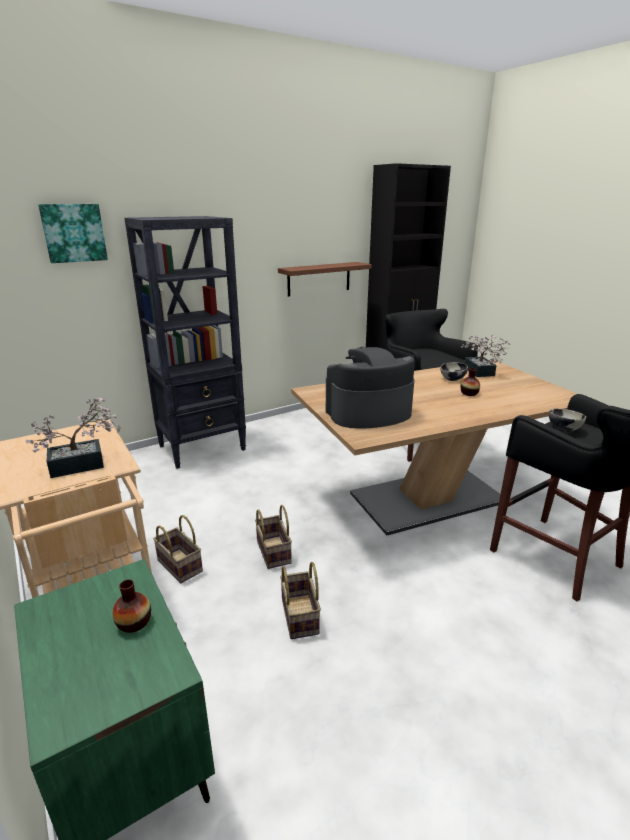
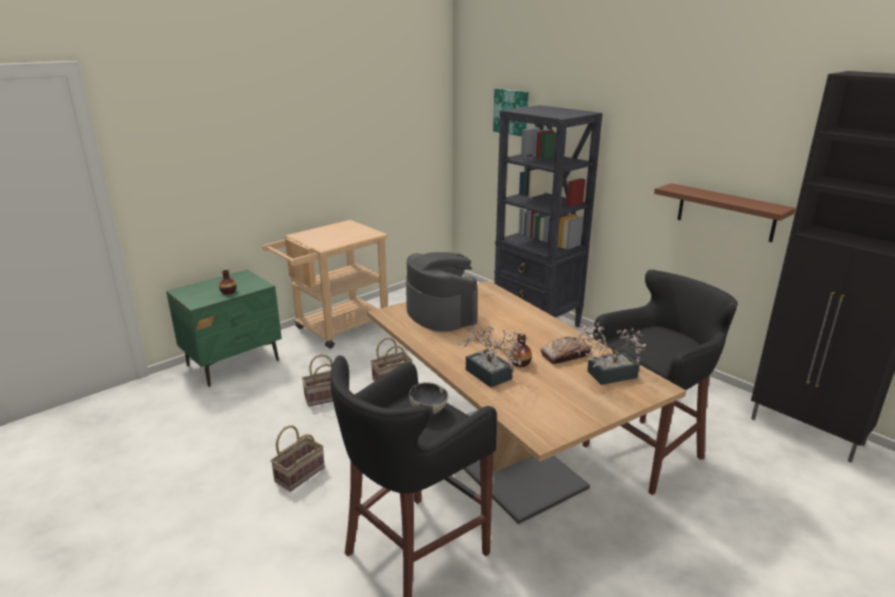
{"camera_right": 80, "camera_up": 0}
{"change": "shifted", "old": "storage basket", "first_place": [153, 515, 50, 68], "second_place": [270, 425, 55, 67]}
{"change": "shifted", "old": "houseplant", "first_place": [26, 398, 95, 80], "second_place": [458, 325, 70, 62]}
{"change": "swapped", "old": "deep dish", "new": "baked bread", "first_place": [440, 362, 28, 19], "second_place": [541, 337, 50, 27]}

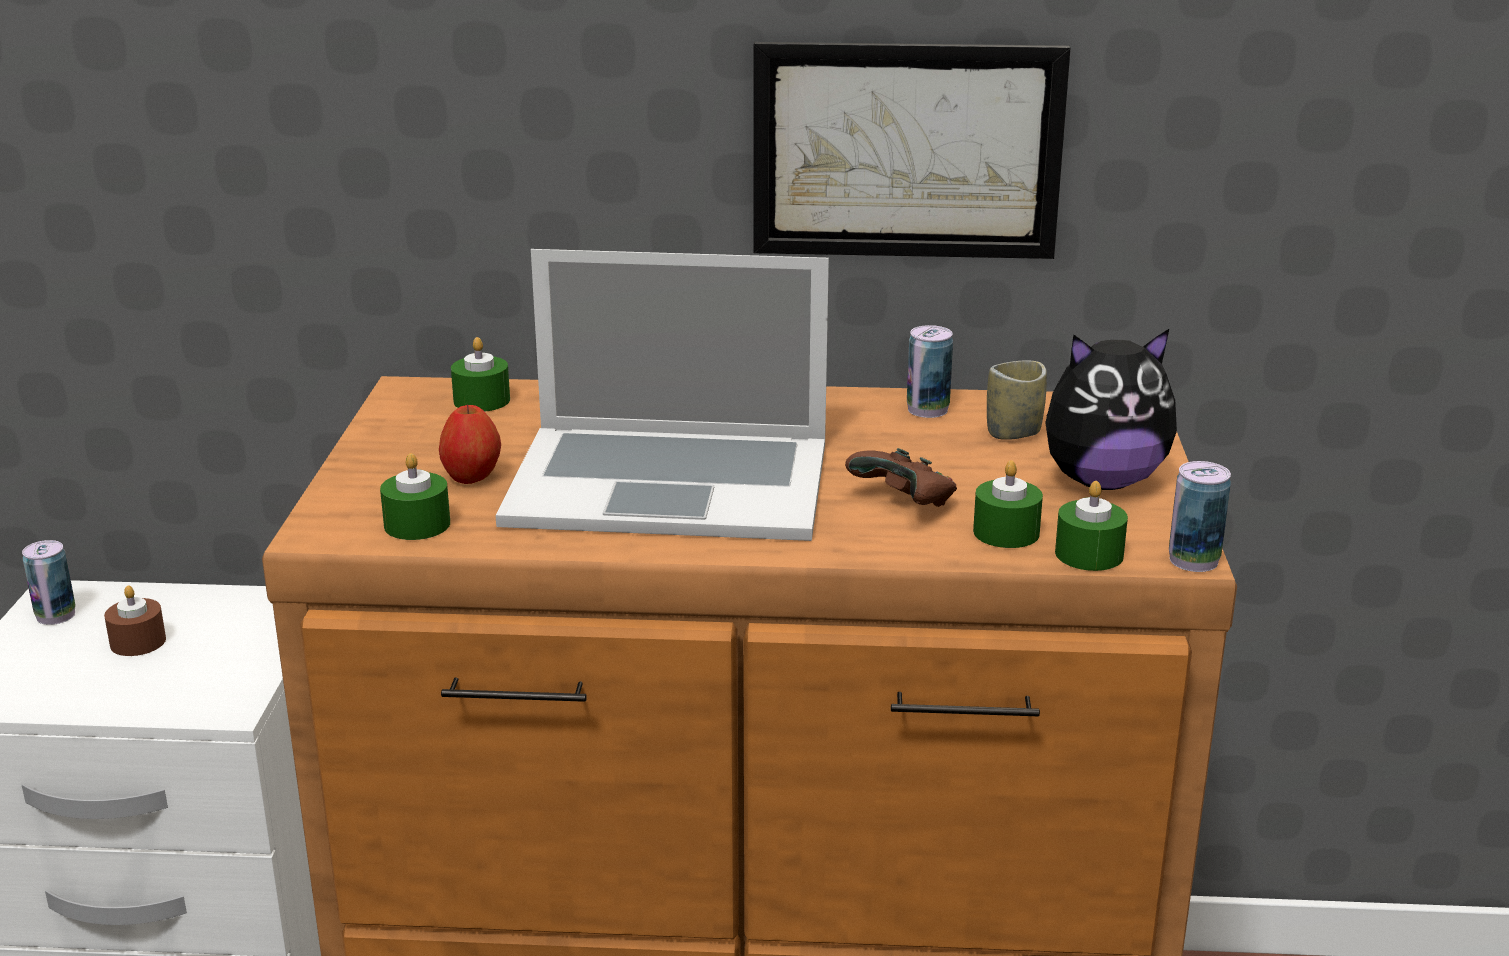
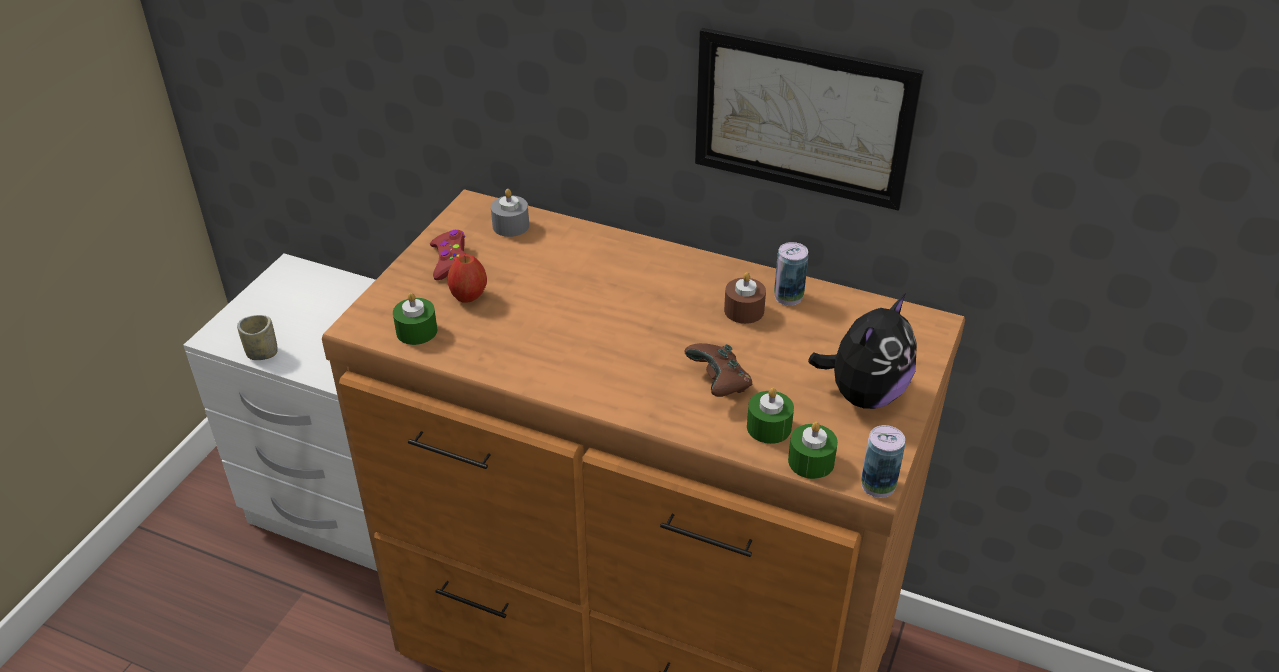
{"camera_right": 20, "camera_up": 15}
{"change": "shifted", "old": "cup", "first_place": [987, 361, 60, 79], "second_place": [237, 315, 41, 45]}
{"change": "new", "new": "reddish gamepad", "second_place": [430, 230, 35, 50]}
{"change": "repainted", "old": "green-coloured wax candle", "new": "grey wax candle", "first_place": [451, 337, 59, 75], "second_place": [491, 189, 38, 48]}
{"change": "shifted", "old": "brown wax candle", "first_place": [104, 585, 62, 71], "second_place": [724, 272, 42, 52]}
{"change": "rotated", "old": "cuddly toy", "first_place": [1045, 329, 132, 161], "second_place": [808, 293, 109, 116], "degrees": -60}
{"change": "gone", "old": "sealed can", "first_place": [22, 540, 53, 85]}
{"change": "gone", "old": "laptop", "first_place": [496, 249, 333, 292]}

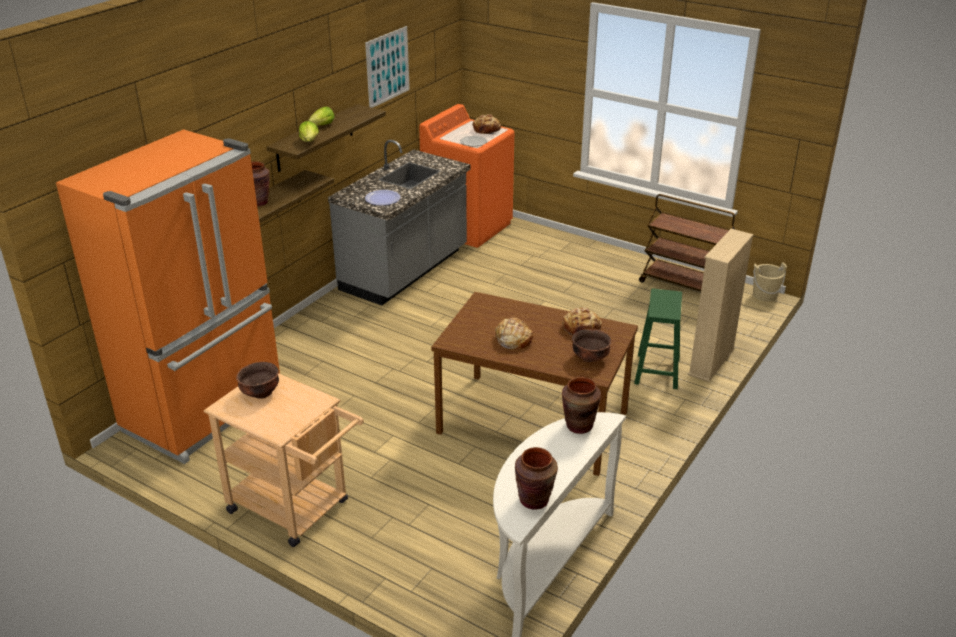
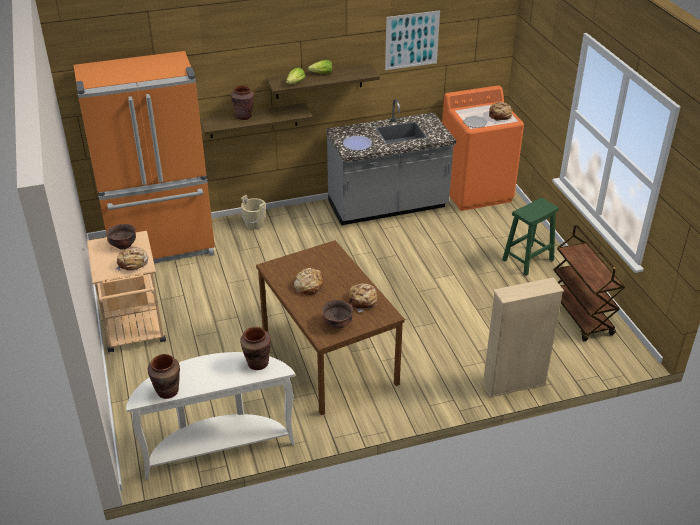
{"camera_right": 40, "camera_up": 5}
{"change": "new", "new": "baked bread", "second_place": [115, 247, 34, 24]}
{"change": "shifted", "old": "beige-coloured water bucket", "first_place": [753, 262, 34, 40], "second_place": [241, 195, 25, 35]}
{"change": "shifted", "old": "green-coloured stool seat", "first_place": [634, 289, 48, 100], "second_place": [502, 198, 57, 78]}

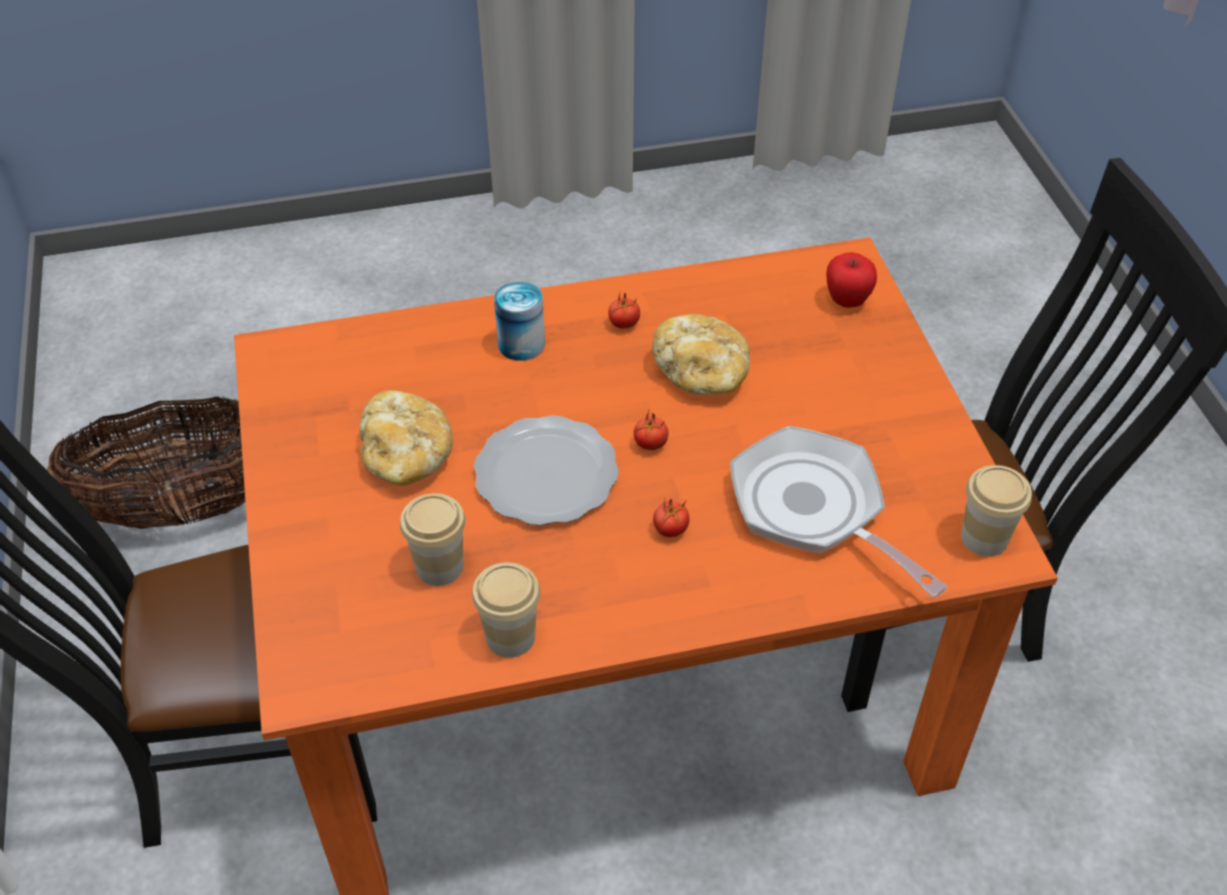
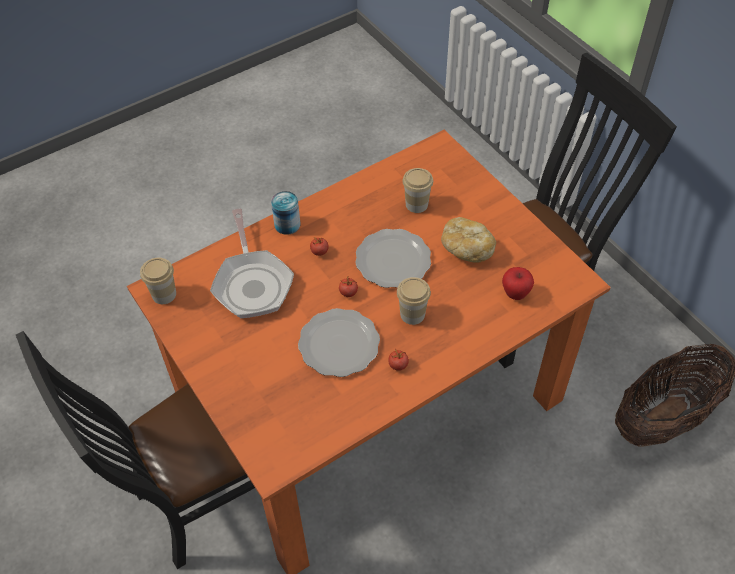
{"camera_right": 160, "camera_up": 5}
{"change": "rotated", "old": "skillet", "first_place": [730, 426, 217, 171], "second_place": [210, 209, 84, 109], "degrees": 45}
{"change": "shifted", "old": "sealed can", "first_place": [494, 282, 51, 79], "second_place": [271, 191, 29, 44]}
{"change": "swapped", "old": "baked bread", "new": "flat dish", "first_place": [652, 314, 98, 81], "second_place": [298, 308, 82, 69]}
{"change": "shifted", "old": "cup", "first_place": [472, 562, 68, 96], "second_place": [397, 277, 34, 48]}
{"change": "shifted", "old": "apple", "first_place": [826, 252, 51, 56], "second_place": [502, 267, 32, 33]}

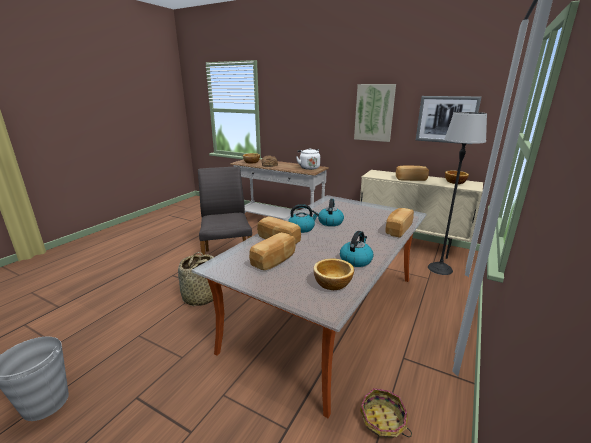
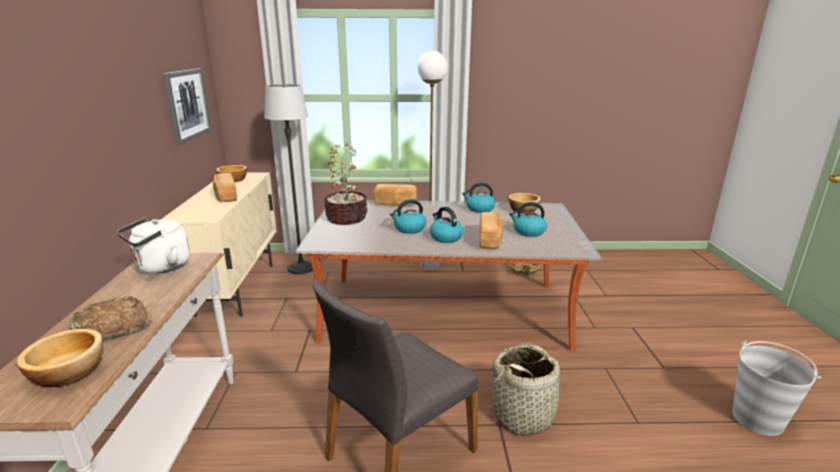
{"camera_right": -120, "camera_up": 0}
{"change": "new", "new": "houseplant", "second_place": [324, 143, 44, 82]}
{"change": "new", "new": "white-coloured floor lamp", "second_place": [417, 51, 30, 219]}
{"change": "swapped", "old": "baked bread", "new": "tea kettle", "first_place": [249, 232, 47, 38], "second_place": [509, 202, 38, 35]}
{"change": "gone", "old": "picture", "first_place": [354, 84, 42, 58]}

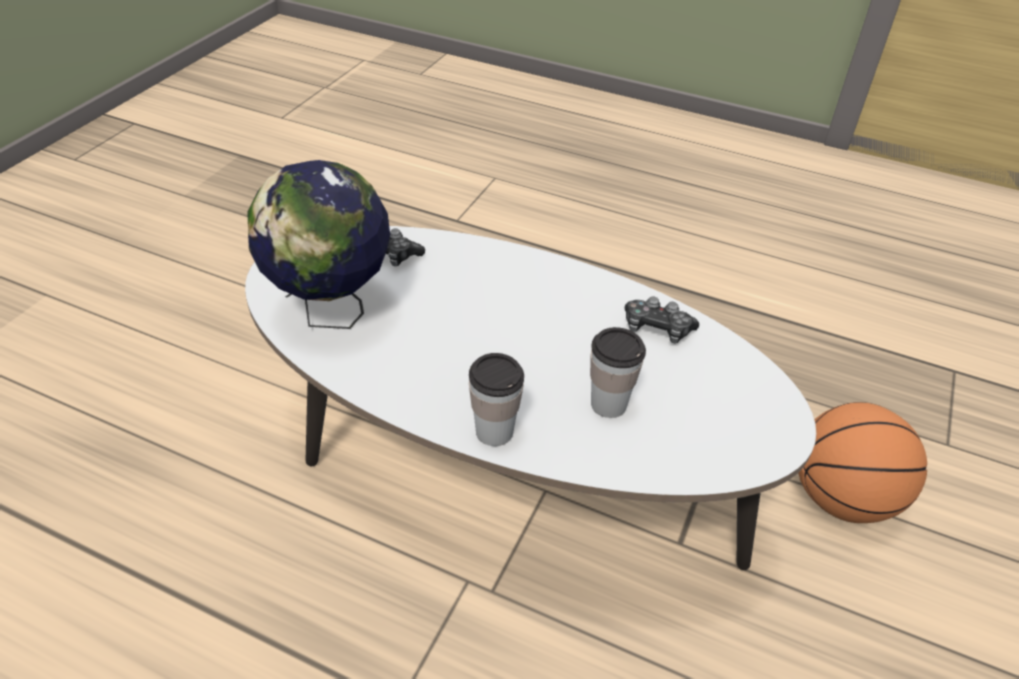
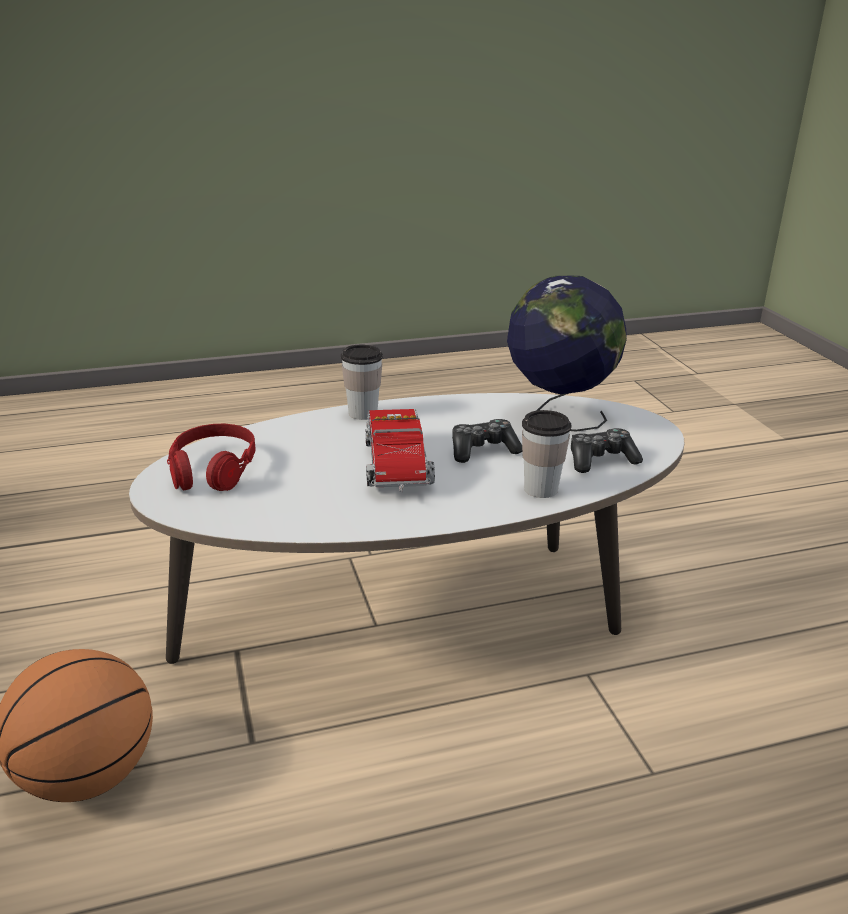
{"camera_right": 140, "camera_up": -15}
{"change": "new", "new": "reddish pair of headphones", "second_place": [167, 424, 89, 67]}
{"change": "new", "new": "toy truck", "second_place": [366, 409, 69, 83]}
{"change": "shifted", "old": "gamepad", "first_place": [625, 296, 74, 47], "second_place": [452, 419, 70, 44]}
{"change": "shifted", "old": "cup", "first_place": [590, 327, 56, 91], "second_place": [522, 410, 50, 88]}

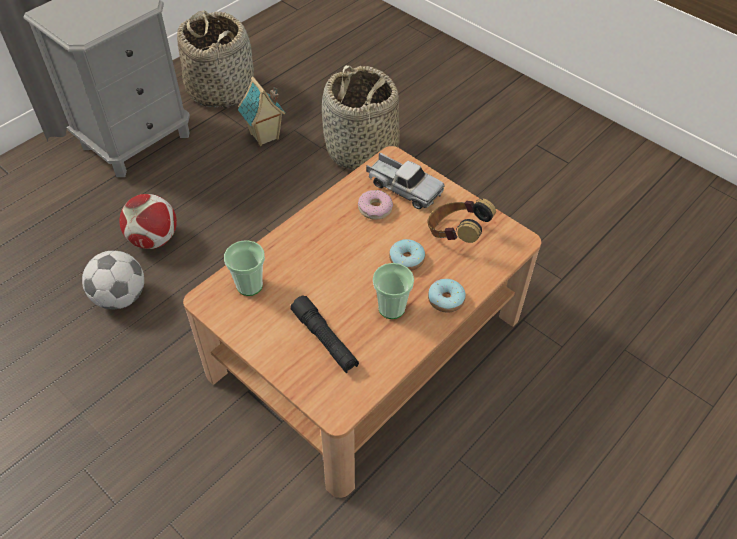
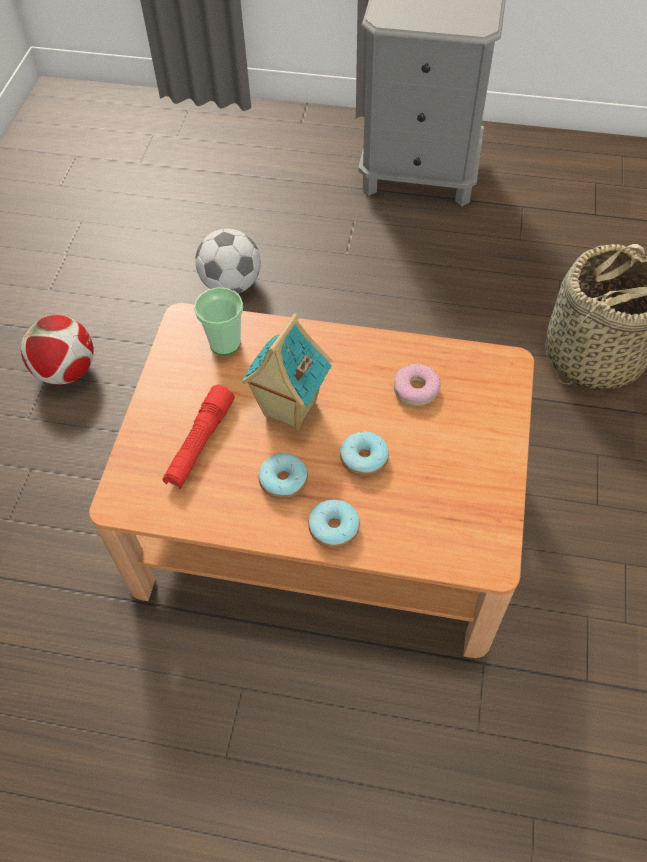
{"camera_right": 60, "camera_up": 5}
{"change": "shifted", "old": "football ball", "first_place": [119, 194, 58, 55], "second_place": [21, 315, 73, 70]}
{"change": "repainted", "old": "black-coloured torch", "new": "reddish torch", "first_place": [290, 296, 69, 77], "second_place": [162, 385, 73, 104]}
{"change": "shifted", "old": "toy house", "first_place": [238, 76, 47, 70], "second_place": [242, 313, 90, 117]}
{"change": "swapped", "old": "cup", "new": "donut", "first_place": [373, 263, 41, 56], "second_place": [259, 453, 49, 46]}
{"change": "gone", "old": "storage basket", "first_place": [177, 11, 77, 97]}
{"change": "gone", "old": "toy truck", "first_place": [366, 153, 79, 56]}
{"change": "gone", "old": "pair of headphones", "first_place": [428, 199, 68, 44]}

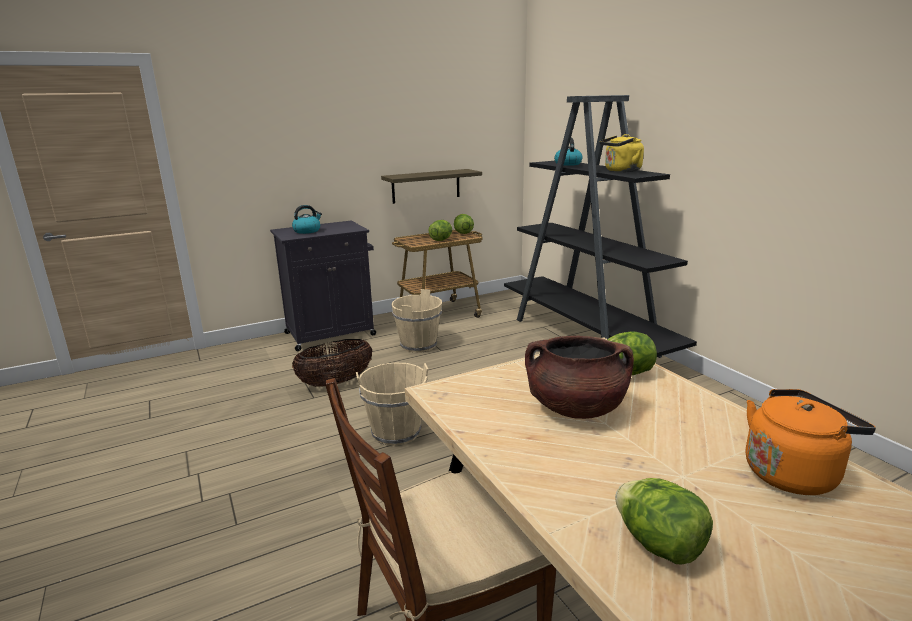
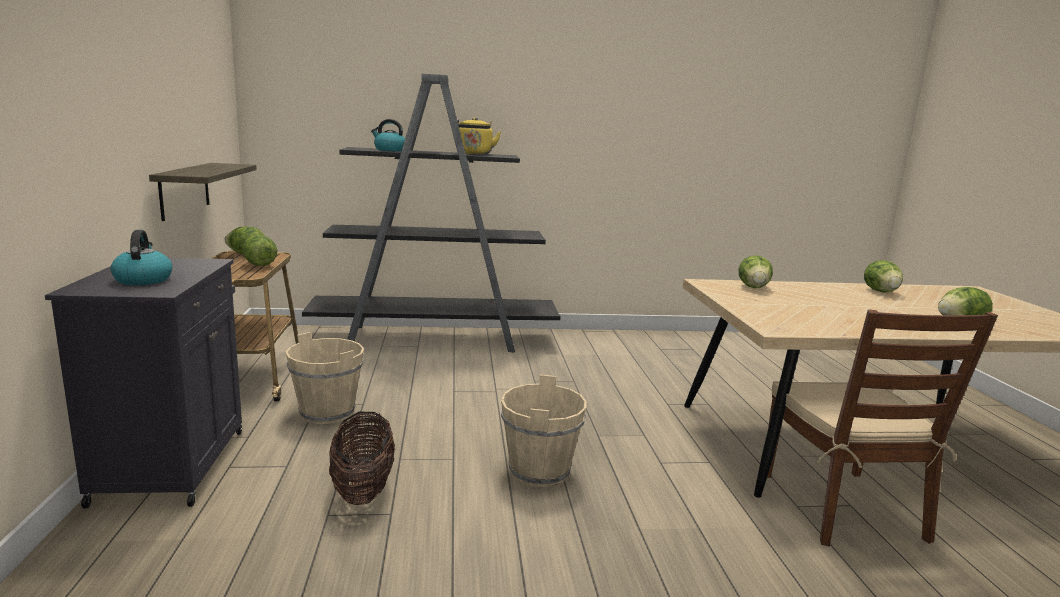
{"camera_right": -70, "camera_up": -5}
{"change": "swapped", "old": "orange-coloured tea kettle", "new": "head of lettuce", "first_place": [746, 389, 130, 106], "second_place": [864, 260, 39, 33]}
{"change": "gone", "old": "brown saucepot", "first_place": [525, 336, 109, 83]}

